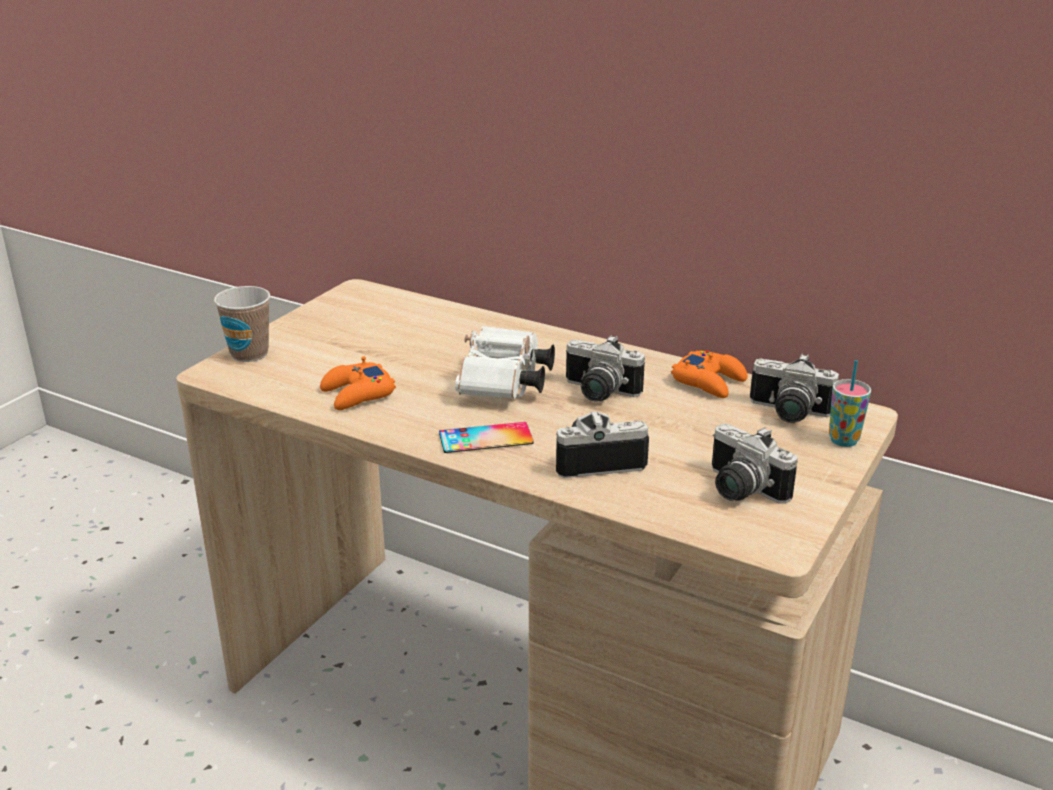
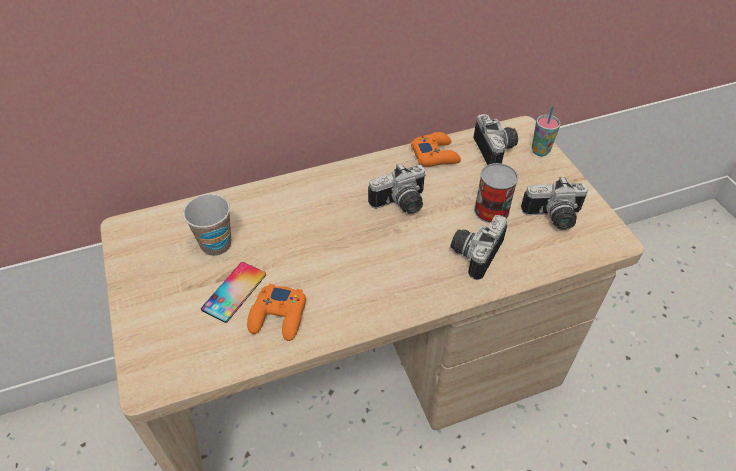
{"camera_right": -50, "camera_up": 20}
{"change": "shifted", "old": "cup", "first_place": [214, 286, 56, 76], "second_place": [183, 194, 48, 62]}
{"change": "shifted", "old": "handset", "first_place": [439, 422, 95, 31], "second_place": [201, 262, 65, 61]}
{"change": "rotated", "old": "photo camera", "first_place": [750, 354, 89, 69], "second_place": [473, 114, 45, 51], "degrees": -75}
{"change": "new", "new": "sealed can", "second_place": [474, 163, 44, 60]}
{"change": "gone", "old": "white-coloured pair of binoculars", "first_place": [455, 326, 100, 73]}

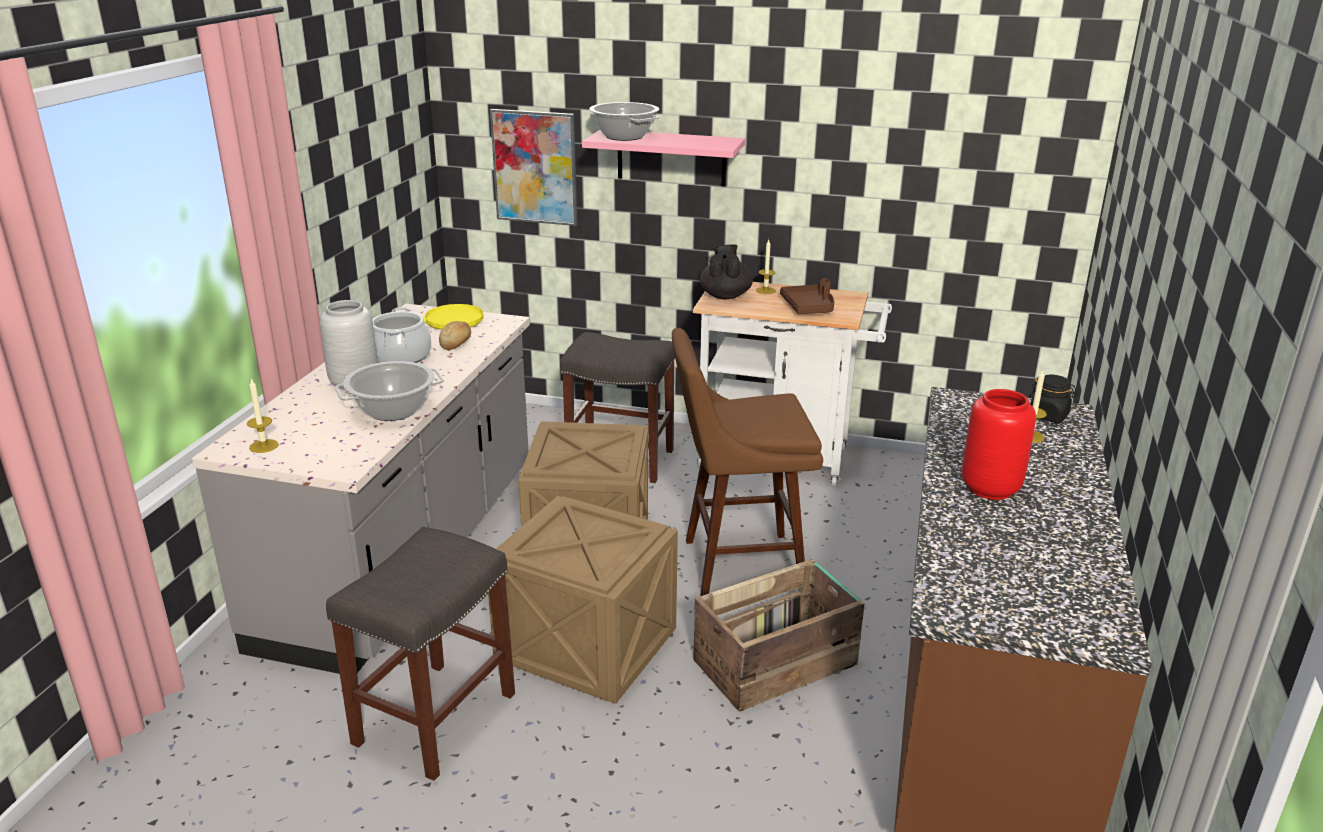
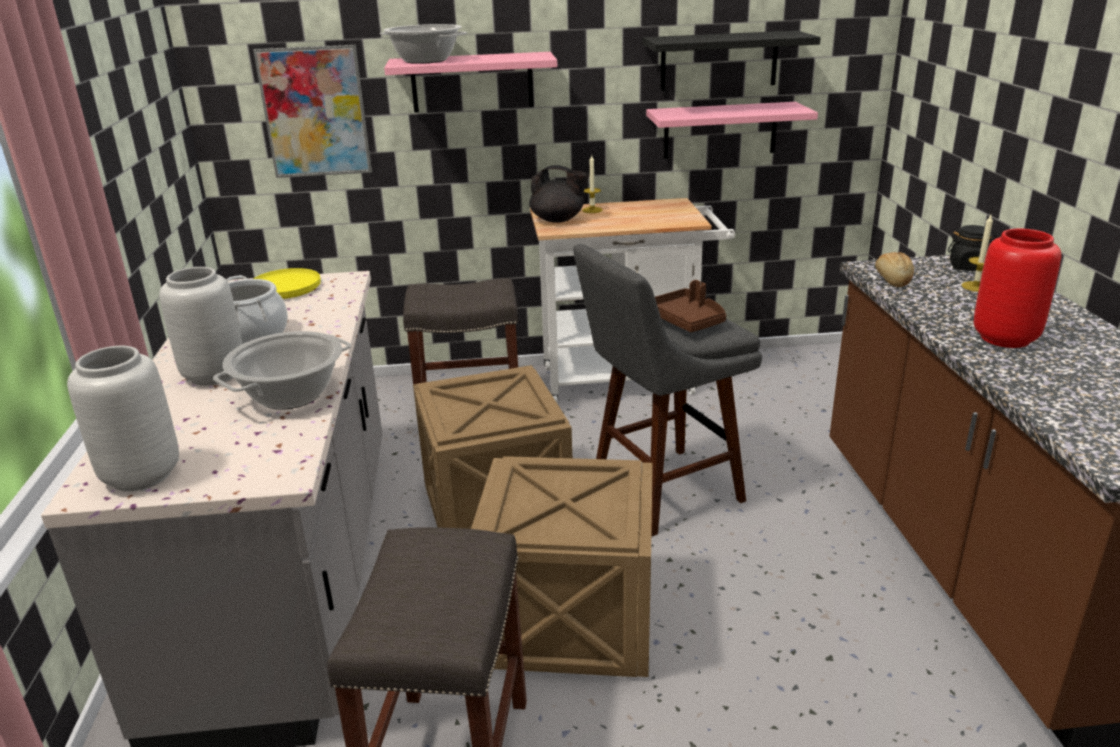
{"camera_right": -20, "camera_up": 0}
{"change": "swapped", "old": "wax candle", "new": "grey flower vase", "first_place": [247, 378, 32, 75], "second_place": [67, 346, 112, 145]}
{"change": "rotated", "old": "black-coloured tea pot", "first_place": [700, 245, 53, 54], "second_place": [529, 165, 60, 58], "degrees": 120}
{"change": "repainted", "old": "brown stool seat", "new": "grey stool seat", "first_place": [672, 328, 151, 268], "second_place": [573, 244, 189, 292]}
{"change": "new", "new": "black-coloured wall shelf", "second_place": [642, 30, 179, 61]}
{"change": "new", "new": "pink wall shelf", "second_place": [646, 102, 172, 57]}
{"change": "shifted", "old": "brown tray", "first_place": [780, 278, 54, 36], "second_place": [655, 280, 71, 52]}
{"change": "shifted", "old": "baked bread", "first_place": [439, 321, 32, 29], "second_place": [875, 252, 39, 35]}
{"change": "gone", "old": "packing crate", "first_place": [693, 559, 172, 153]}

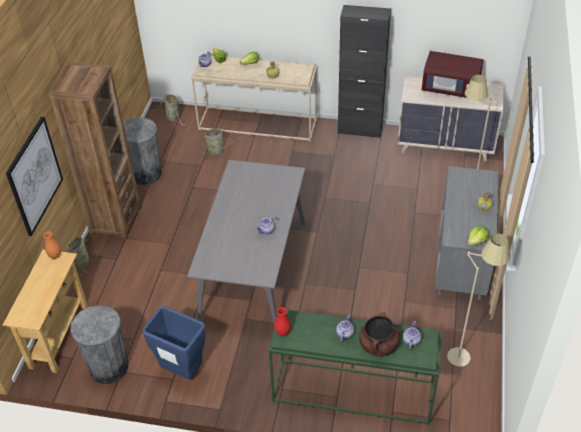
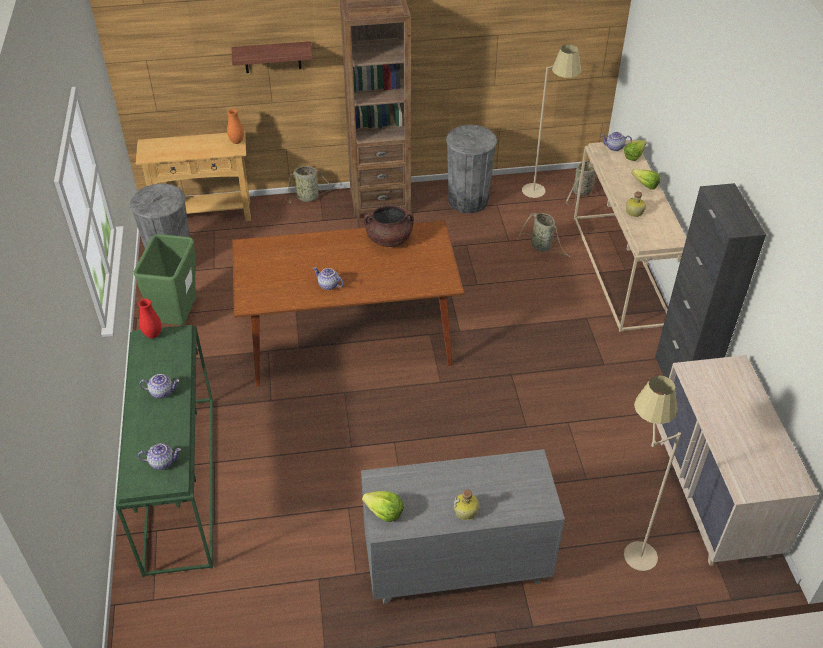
{"camera_right": 70, "camera_up": 0}
{"change": "repainted", "old": "bluish rubbish bin", "new": "green-coloured rubbish bin", "first_place": [142, 306, 63, 73], "second_place": [134, 234, 63, 91]}
{"change": "swapped", "old": "picture", "new": "wall shelf", "first_place": [6, 117, 57, 119], "second_place": [232, 41, 81, 32]}
{"change": "repainted", "old": "grey dinner table", "new": "brown dinner table", "first_place": [187, 160, 118, 163], "second_place": [232, 220, 232, 166]}
{"change": "shifted", "old": "brown saucepot", "first_place": [359, 312, 41, 45], "second_place": [364, 205, 50, 42]}
{"change": "shifted", "old": "beige-coloured floor lamp", "first_place": [447, 234, 63, 133], "second_place": [522, 45, 59, 153]}
{"change": "gone", "old": "reddish kitchen microwave", "first_place": [422, 51, 62, 47]}

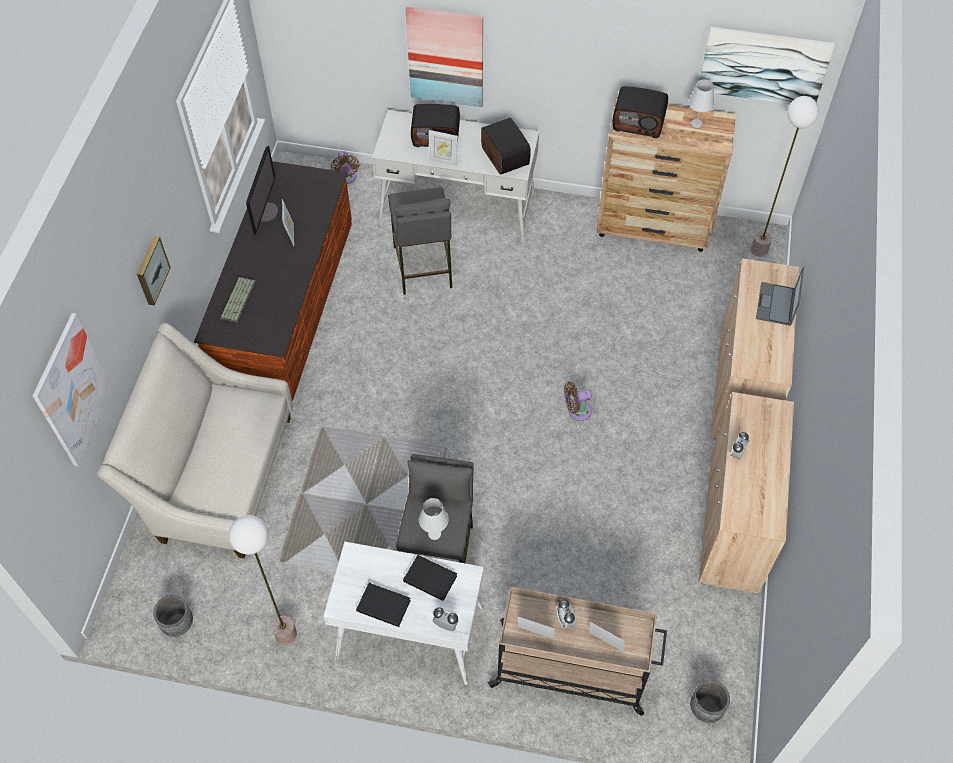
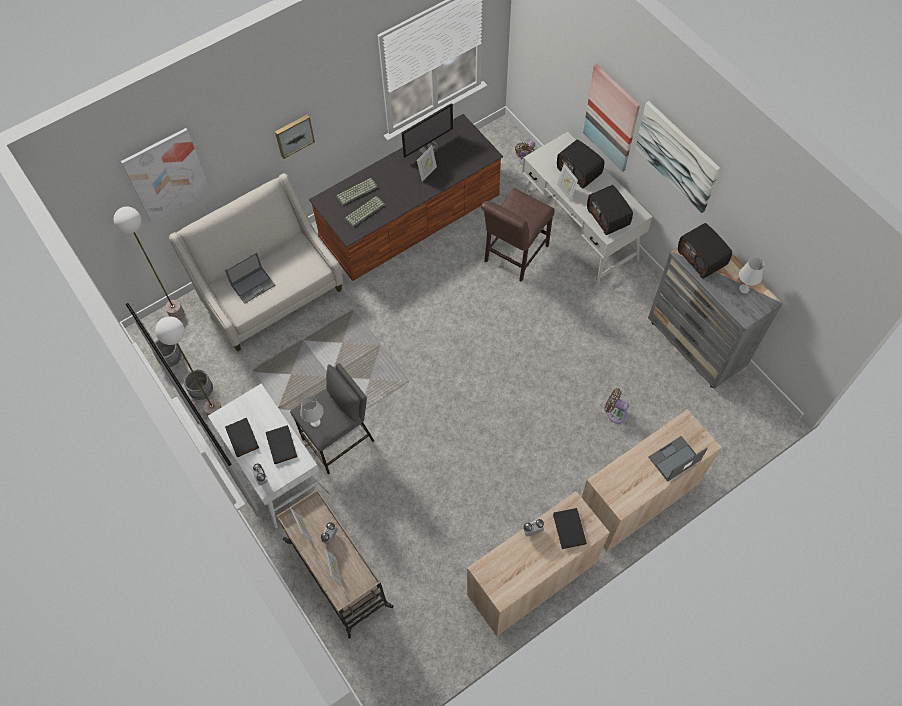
{"camera_right": 45, "camera_up": 5}
{"change": "shifted", "old": "floor lamp", "first_place": [751, 96, 68, 161], "second_place": [114, 206, 71, 114]}
{"change": "shifted", "old": "grey plant pot", "first_place": [690, 680, 40, 43], "second_place": [184, 370, 29, 30]}
{"change": "new", "new": "laptop", "second_place": [225, 252, 50, 52]}
{"change": "new", "new": "computer keyboard", "second_place": [344, 196, 42, 32]}
{"change": "swapped", "old": "grey stool seat", "new": "brown upright chair", "first_place": [388, 187, 64, 108], "second_place": [481, 188, 74, 94]}
{"change": "new", "new": "black-coloured bound book", "second_place": [553, 508, 34, 41]}
{"change": "rotated", "old": "radio set", "first_place": [481, 118, 50, 57], "second_place": [587, 185, 46, 50], "degrees": 135}
{"change": "shifted", "old": "brown electric fan", "first_place": [564, 382, 28, 39], "second_place": [604, 388, 25, 36]}
{"change": "shifted", "old": "picture", "first_place": [700, 27, 135, 77], "second_place": [635, 101, 85, 112]}
{"change": "repainted", "old": "brown chest of drawers", "new": "grey chest of drawers", "first_place": [596, 97, 140, 155], "second_place": [648, 248, 135, 141]}

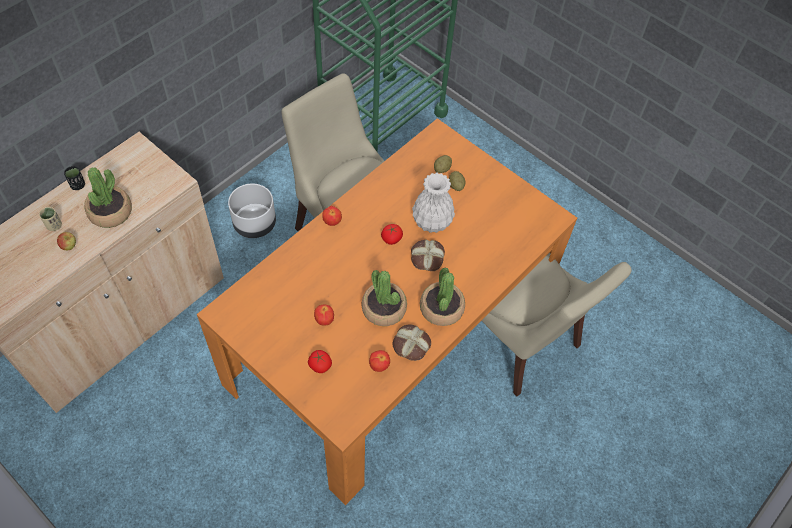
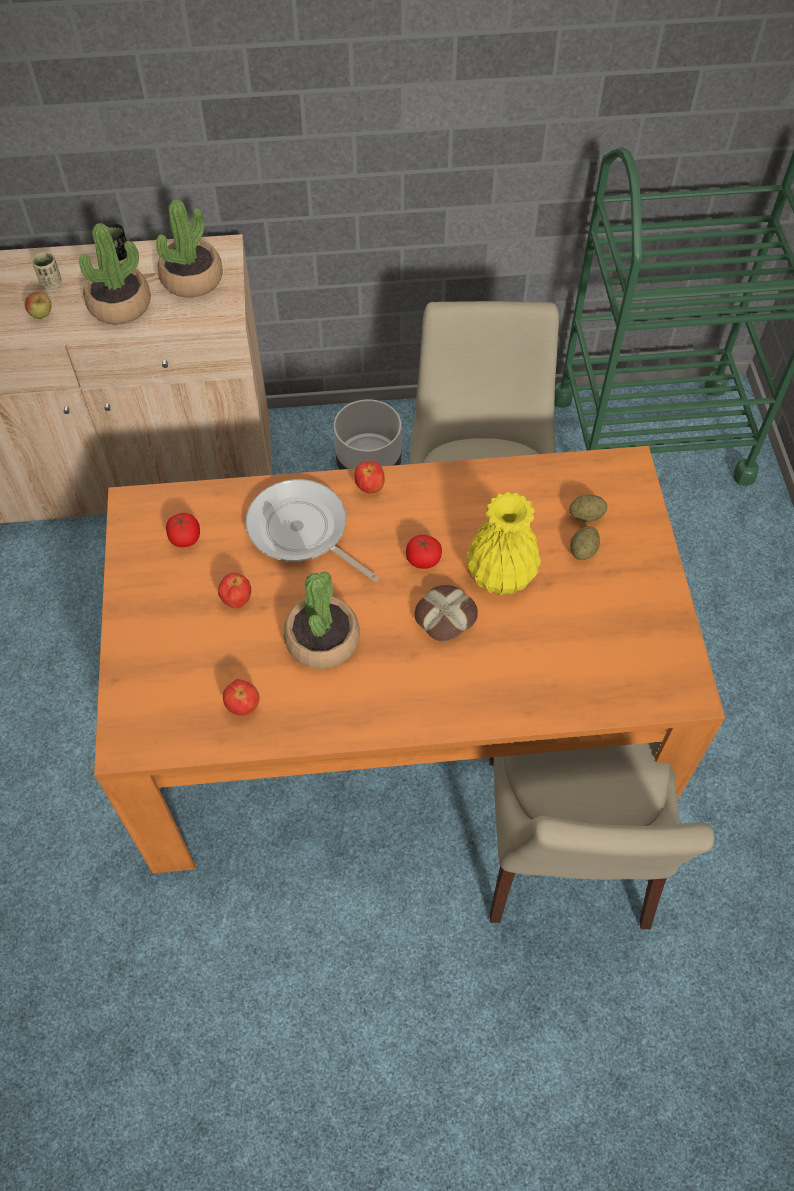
{"camera_right": 45, "camera_up": 0}
{"change": "shifted", "old": "houseplant", "first_place": [420, 267, 45, 59], "second_place": [156, 200, 67, 98]}
{"change": "shifted", "old": "tomato", "first_place": [308, 350, 24, 23], "second_place": [166, 513, 34, 34]}
{"change": "new", "new": "skillet", "second_place": [245, 479, 134, 103]}
{"change": "repainted", "old": "white-coloured flower vase", "new": "yellowish flower vase", "first_place": [412, 173, 43, 60], "second_place": [466, 492, 75, 103]}
{"change": "gone", "old": "baked bread", "first_place": [392, 325, 39, 36]}

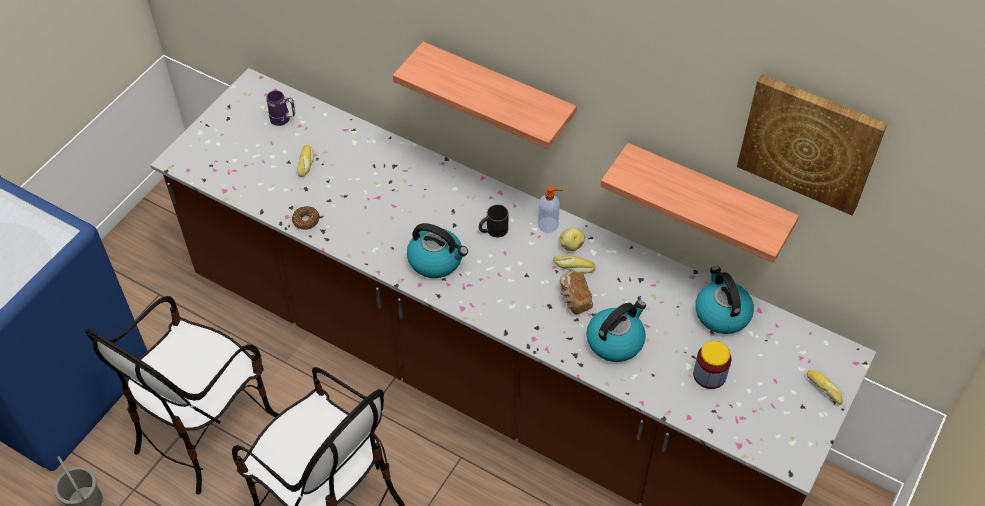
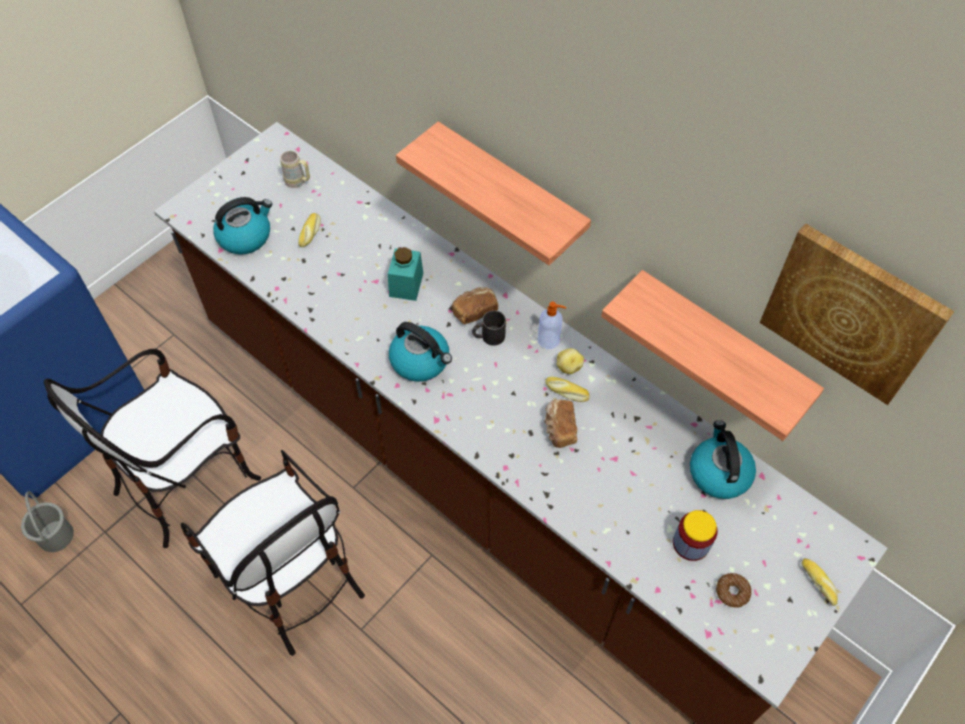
{"camera_right": 10, "camera_up": 5}
{"change": "shifted", "old": "tea kettle", "first_place": [586, 300, 60, 62], "second_place": [213, 197, 59, 58]}
{"change": "repainted", "old": "purple-coloured tea mug", "new": "beige-coloured tea mug", "first_place": [266, 90, 29, 36], "second_place": [280, 150, 30, 38]}
{"change": "new", "new": "turquoise-coloured preserve jar", "second_place": [388, 247, 35, 54]}
{"change": "new", "new": "baked bread", "second_place": [452, 287, 46, 37]}
{"change": "shifted", "old": "donut", "first_place": [292, 206, 27, 24], "second_place": [716, 573, 35, 35]}

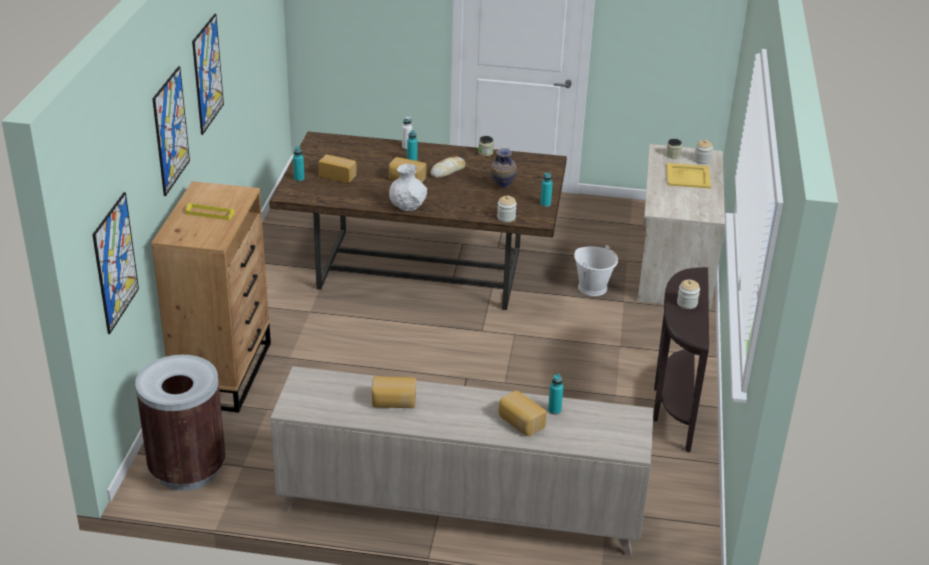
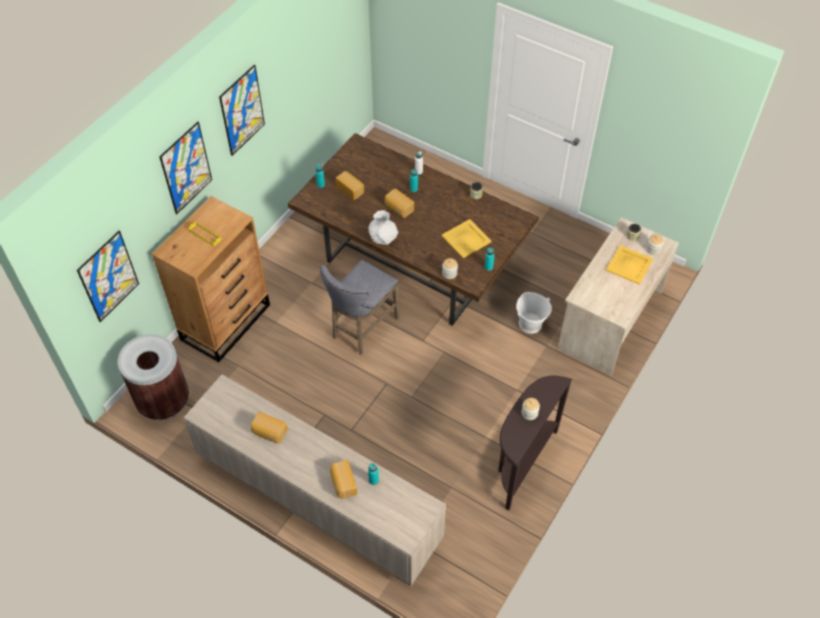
{"camera_right": 25, "camera_up": 20}
{"change": "new", "new": "grey stool seat", "second_place": [320, 260, 80, 95]}
{"change": "swapped", "old": "flower vase", "new": "yellowish tray", "first_place": [490, 148, 27, 39], "second_place": [441, 219, 51, 39]}
{"change": "gone", "old": "baked bread", "first_place": [431, 157, 35, 21]}

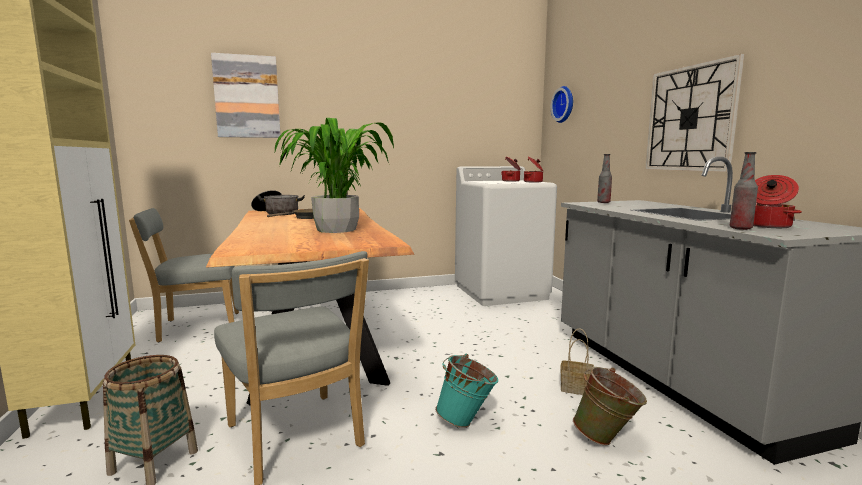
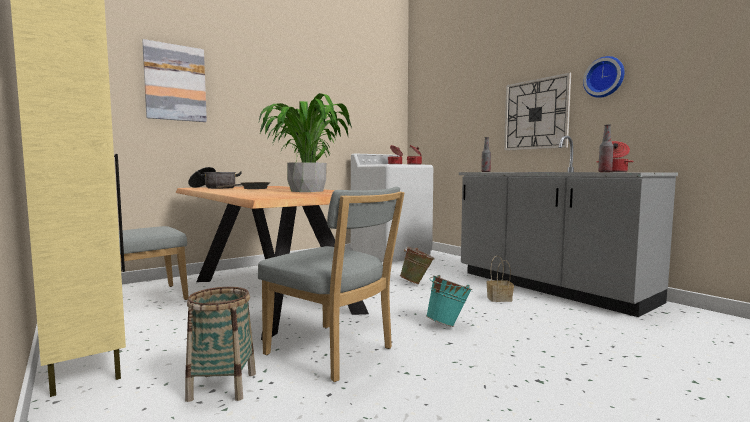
{"camera_right": -20, "camera_up": -5}
{"change": "shifted", "old": "green-coloured water bucket", "first_place": [573, 367, 74, 79], "second_place": [400, 247, 35, 37]}
{"change": "shifted", "old": "wall clock", "first_place": [551, 86, 22, 37], "second_place": [583, 56, 42, 42]}

